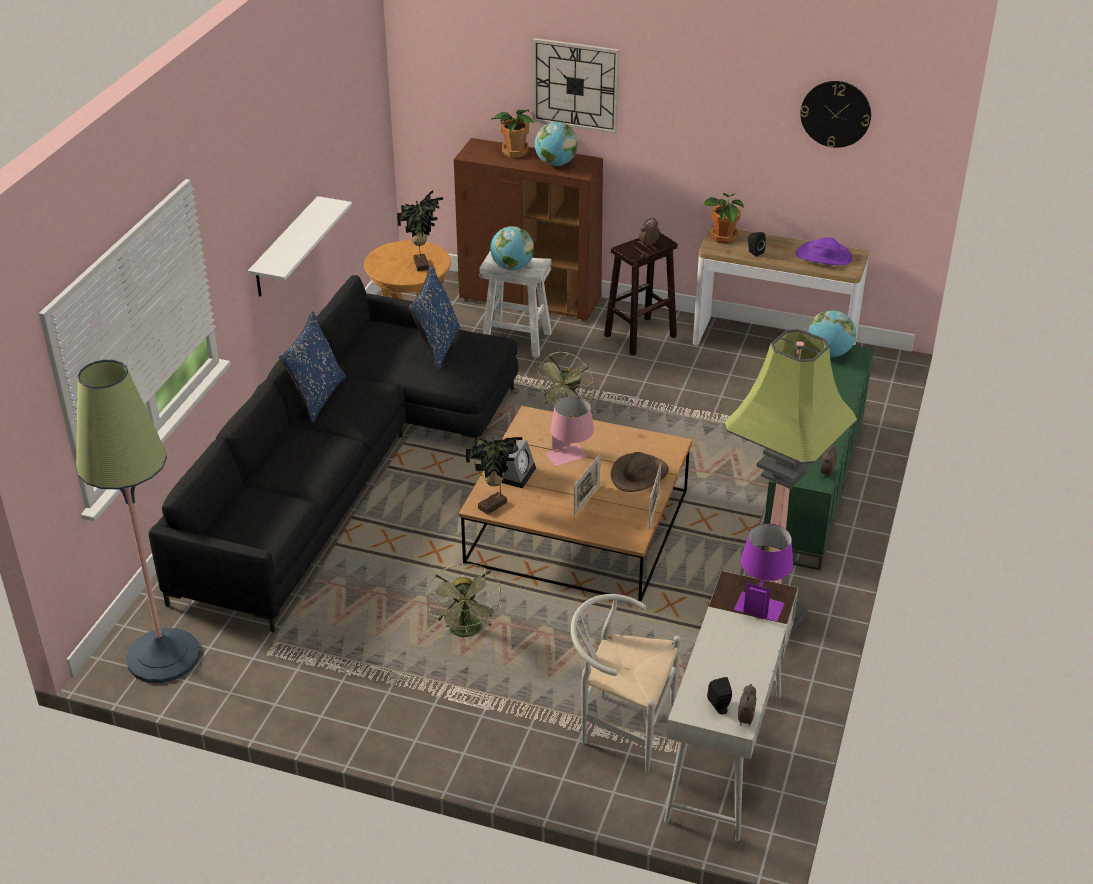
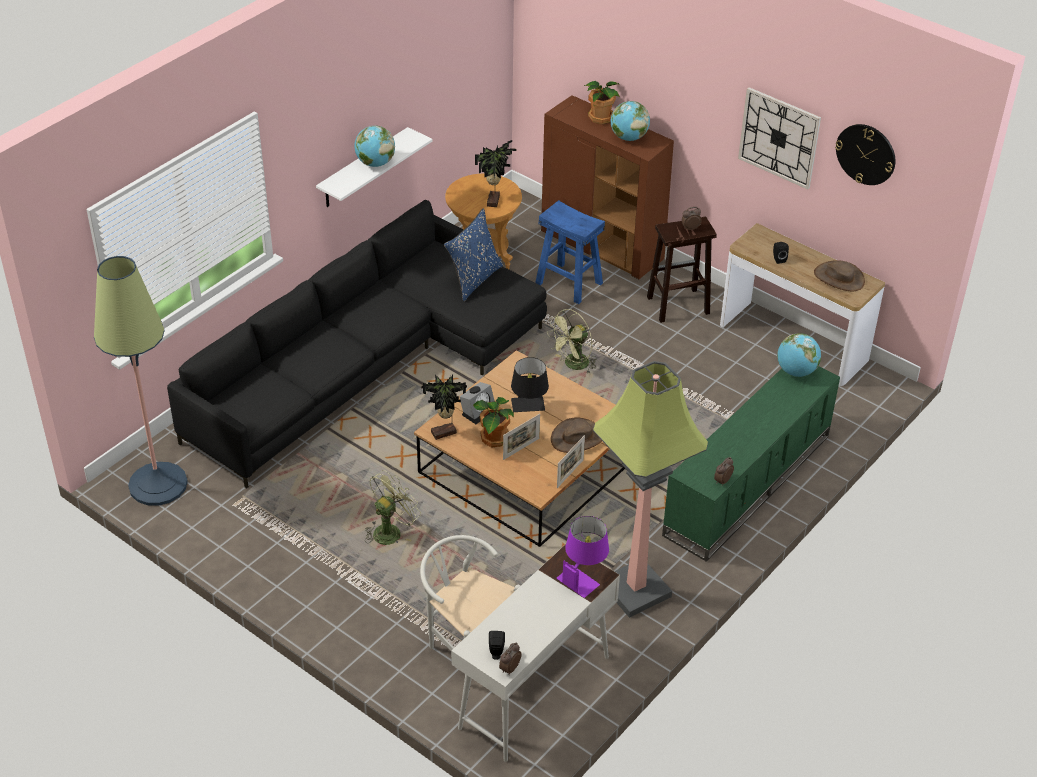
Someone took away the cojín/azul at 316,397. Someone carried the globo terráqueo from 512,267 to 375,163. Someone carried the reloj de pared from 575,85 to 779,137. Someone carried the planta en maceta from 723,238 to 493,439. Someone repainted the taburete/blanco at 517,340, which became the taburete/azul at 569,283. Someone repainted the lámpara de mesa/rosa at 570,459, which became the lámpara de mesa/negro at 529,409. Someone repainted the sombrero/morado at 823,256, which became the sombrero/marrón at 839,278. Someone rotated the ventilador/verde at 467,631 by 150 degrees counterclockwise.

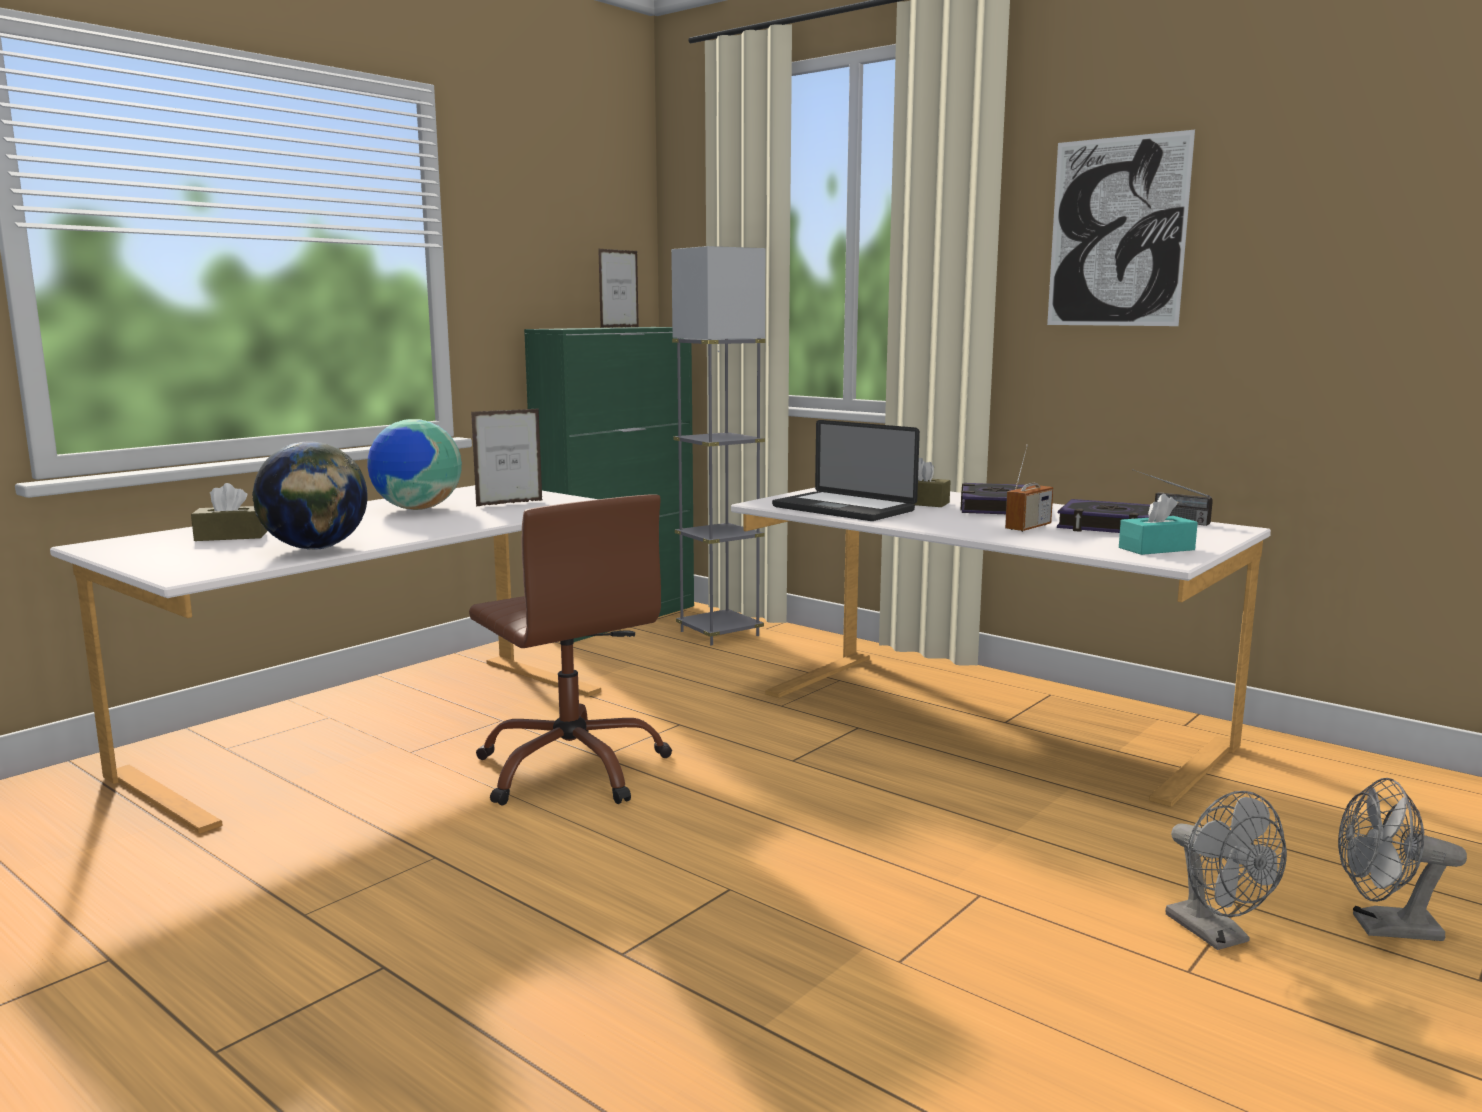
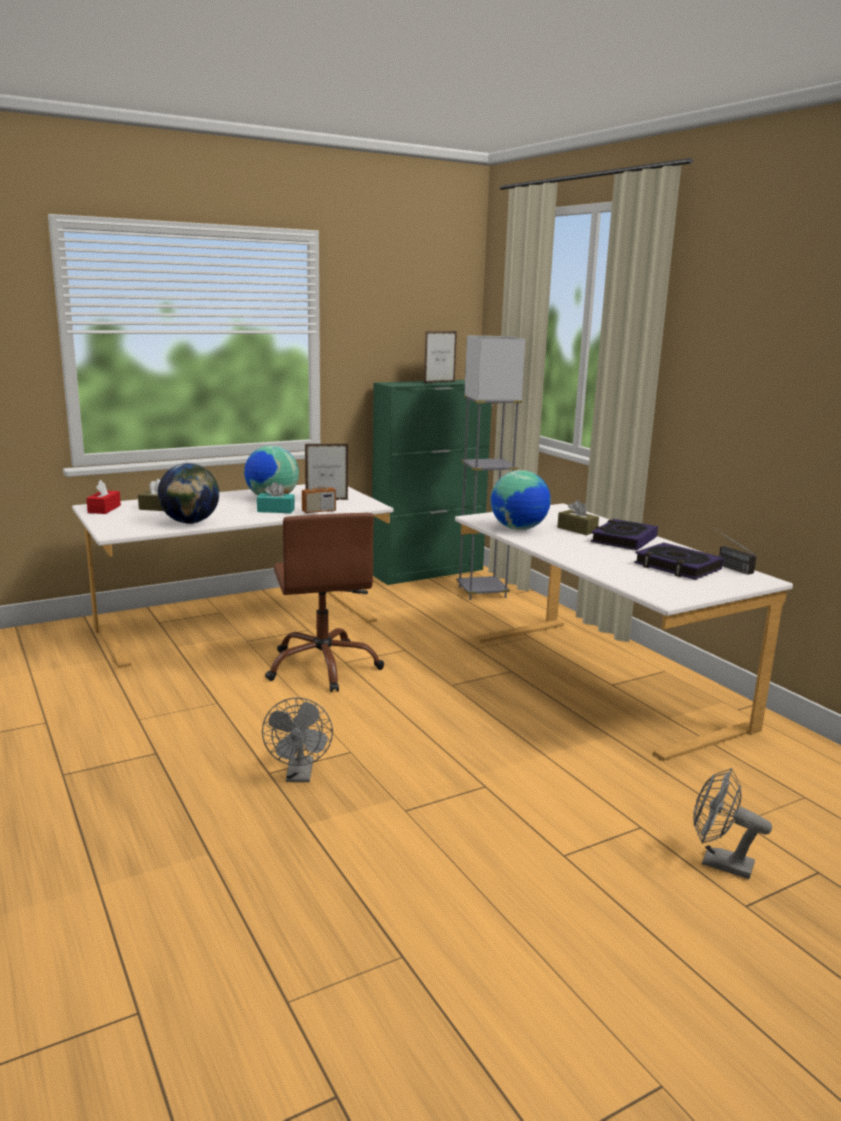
Someone took away the cuadro at 1117,232. Someone put down the caja de pañuelos/rojo at 104,509. Someone carried the radio from 1028,527 to 318,511. Someone carried the caja de pañuelos/turquesa from 1156,549 to 276,510. Someone carried the ventilador/gris from 1216,935 to 299,776. Someone swapped the portátil at 843,509 for the globo terráqueo at 519,529.

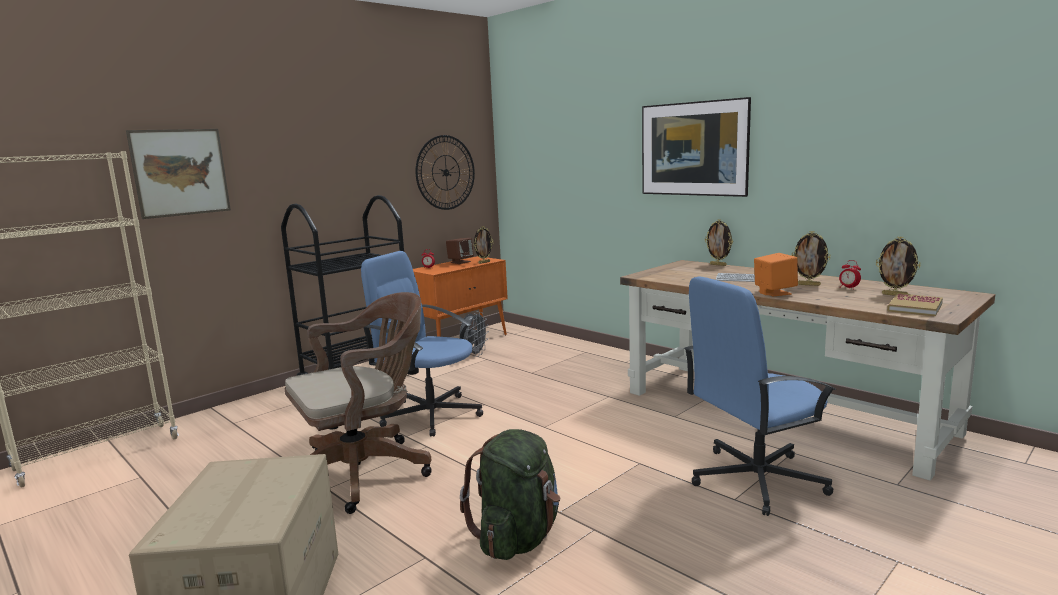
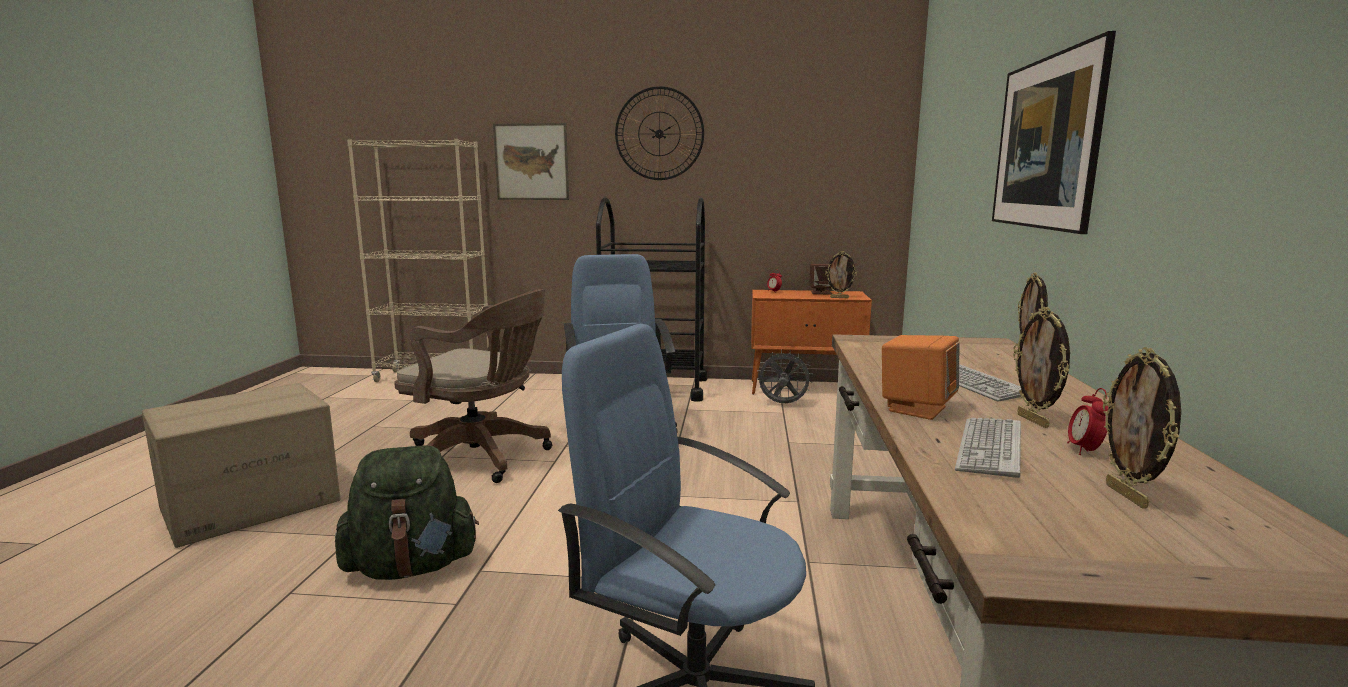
Someone took away the libro at 915,307. Someone put down the teclado at 989,448. Someone carried the reloj de pared from 445,172 to 659,134. Someone rotated the ventilador/gris at 474,355 by 150 degrees counterclockwise.

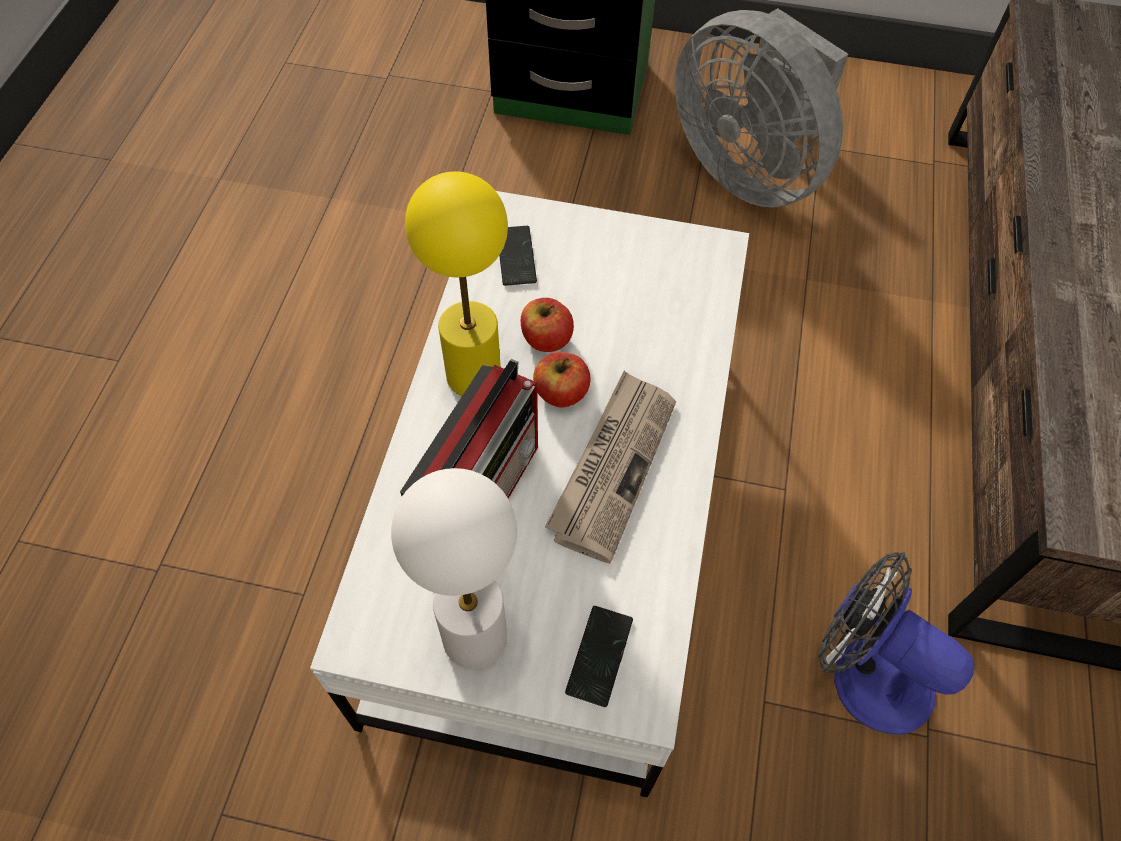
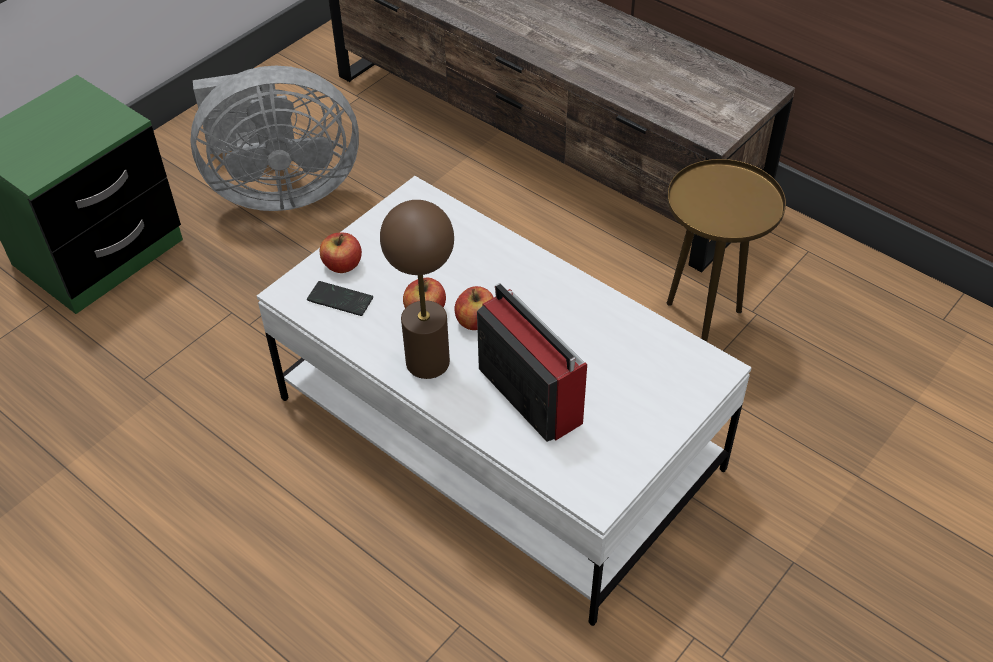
Someone took away the lámpara de mesa/blanco at 474,636. Someone took away the periódico at 612,466. Someone took away the móvil at 599,656. Someone put down the manzana at 342,265. Someone swapped the ventilador at 865,672 for the mesa auxiliar/marrón at 703,322. Someone repainted the lámpara de mesa/amarillo at 473,374, which became the lámpara de mesa/marrón at 427,361.

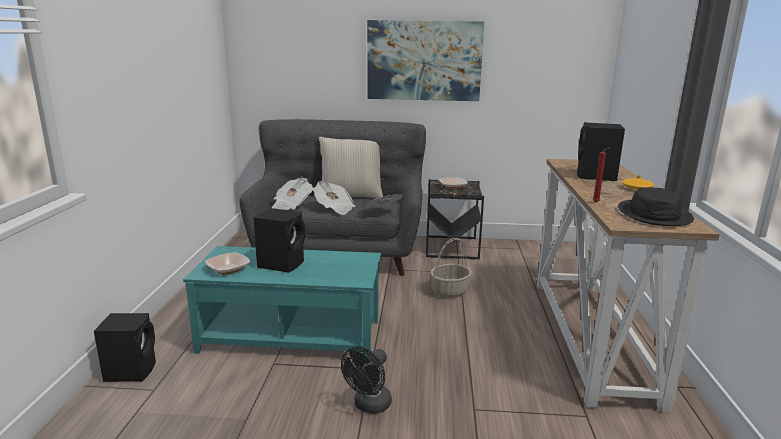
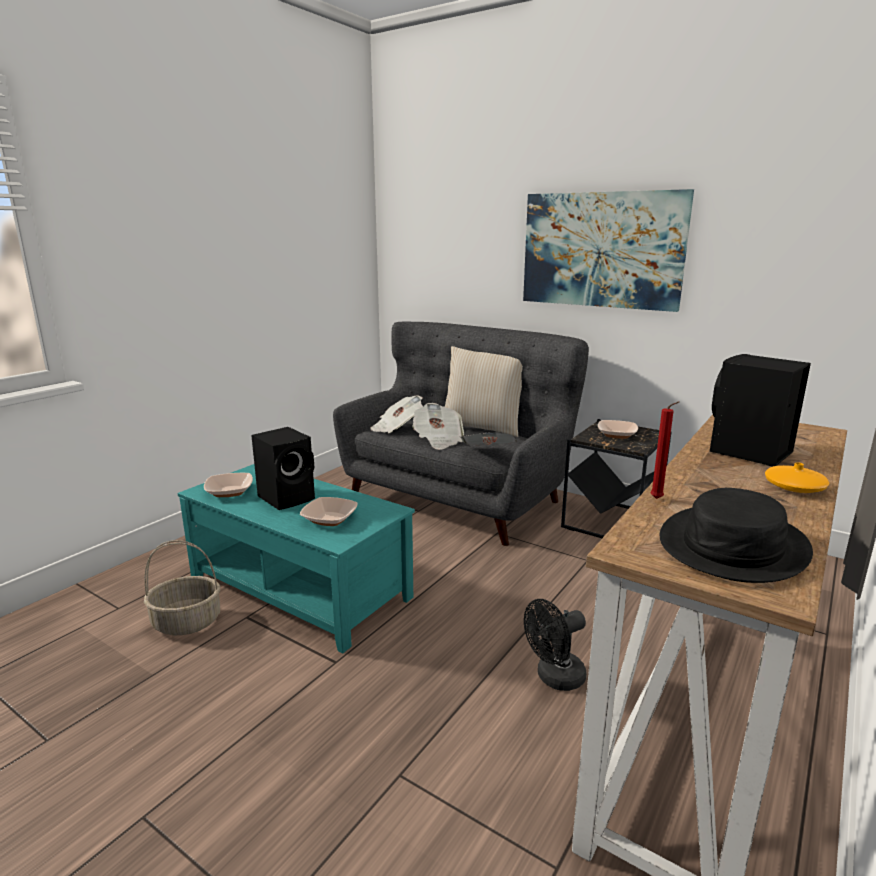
Someone took away the altavoz/negro at 131,370. Someone put down the cuenco at 329,519. Someone carried the ventilador/negro from 369,406 to 554,678. Someone carried the cesta from 450,291 to 188,621.

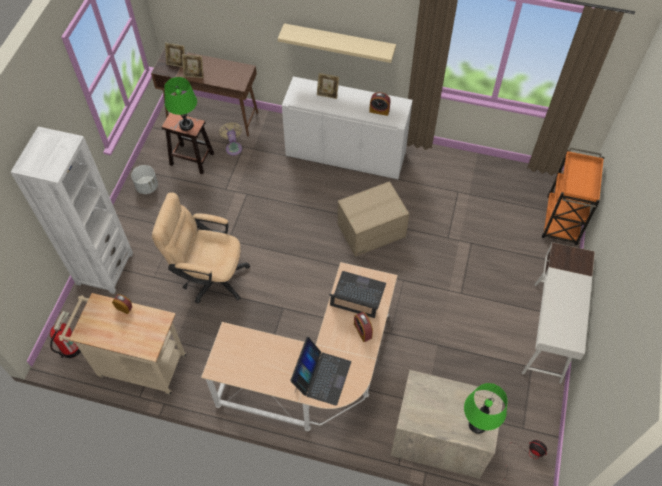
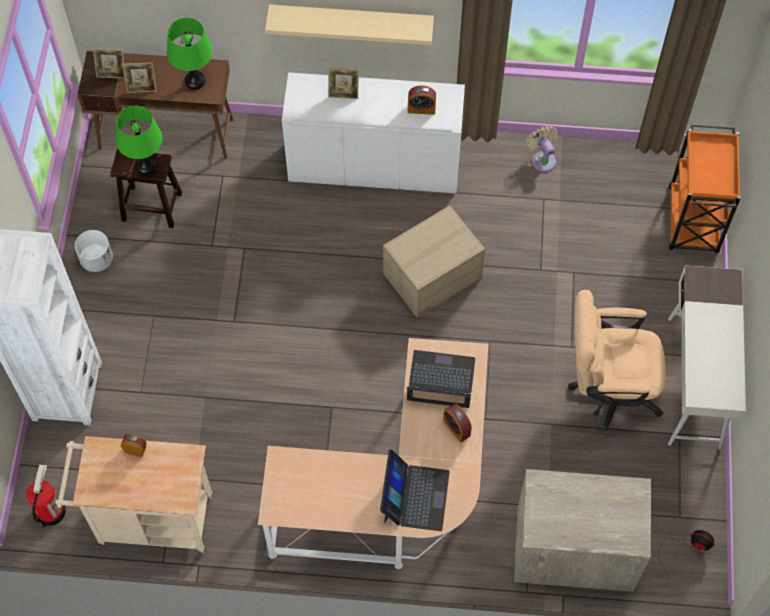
Someone carried the silla de oficina/beis from 209,276 to 607,388. Someone carried the ventilador/beis from 233,147 to 542,159. Someone carried the lámpara de mesa/verde from 477,424 to 195,81.

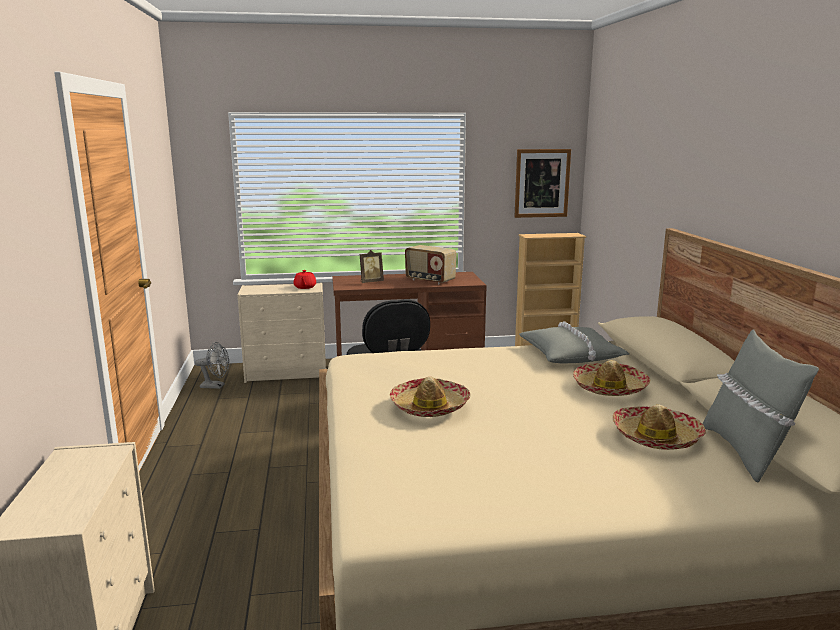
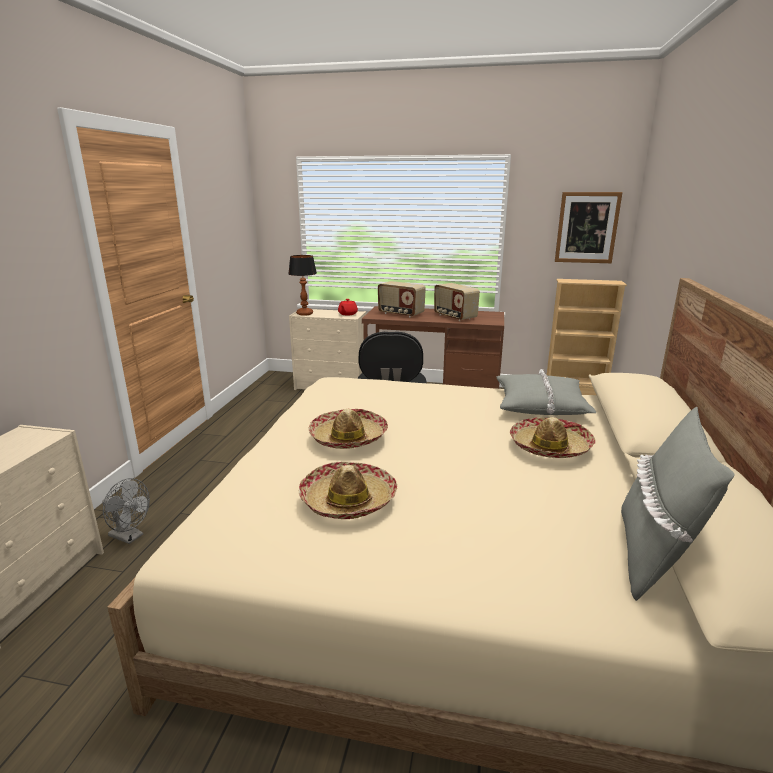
Someone put down the lámpara de mesa at 305,313. Someone carried the ventilador/gris from 216,386 to 130,537. Someone carried the sombrero from 656,437 to 348,500. Someone swapped the portarretratos at 371,282 for the radio at 400,314.

